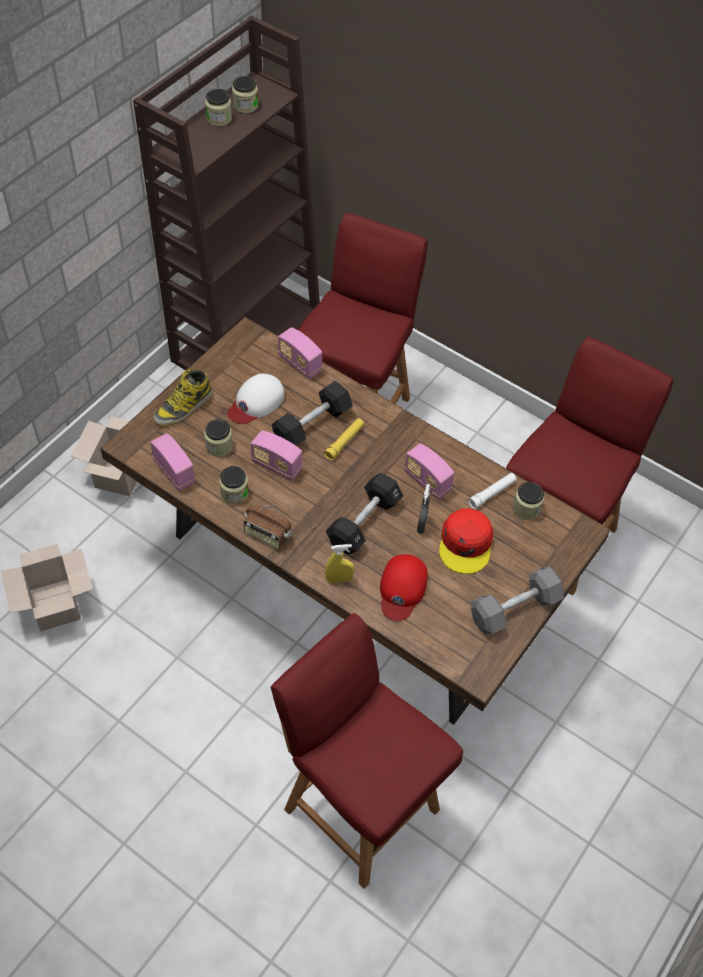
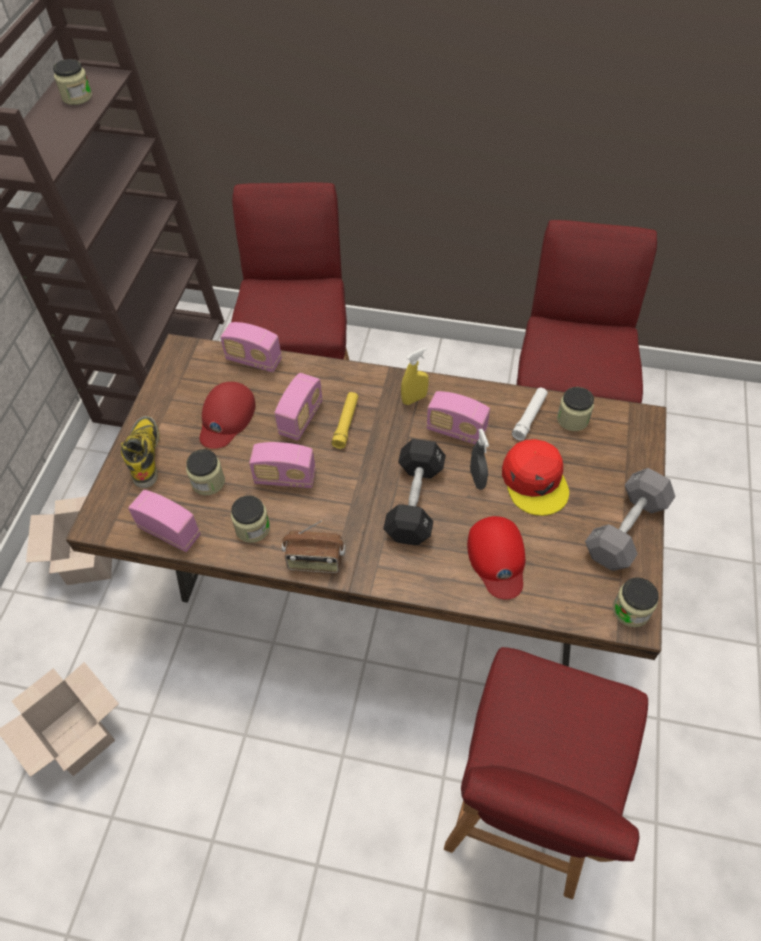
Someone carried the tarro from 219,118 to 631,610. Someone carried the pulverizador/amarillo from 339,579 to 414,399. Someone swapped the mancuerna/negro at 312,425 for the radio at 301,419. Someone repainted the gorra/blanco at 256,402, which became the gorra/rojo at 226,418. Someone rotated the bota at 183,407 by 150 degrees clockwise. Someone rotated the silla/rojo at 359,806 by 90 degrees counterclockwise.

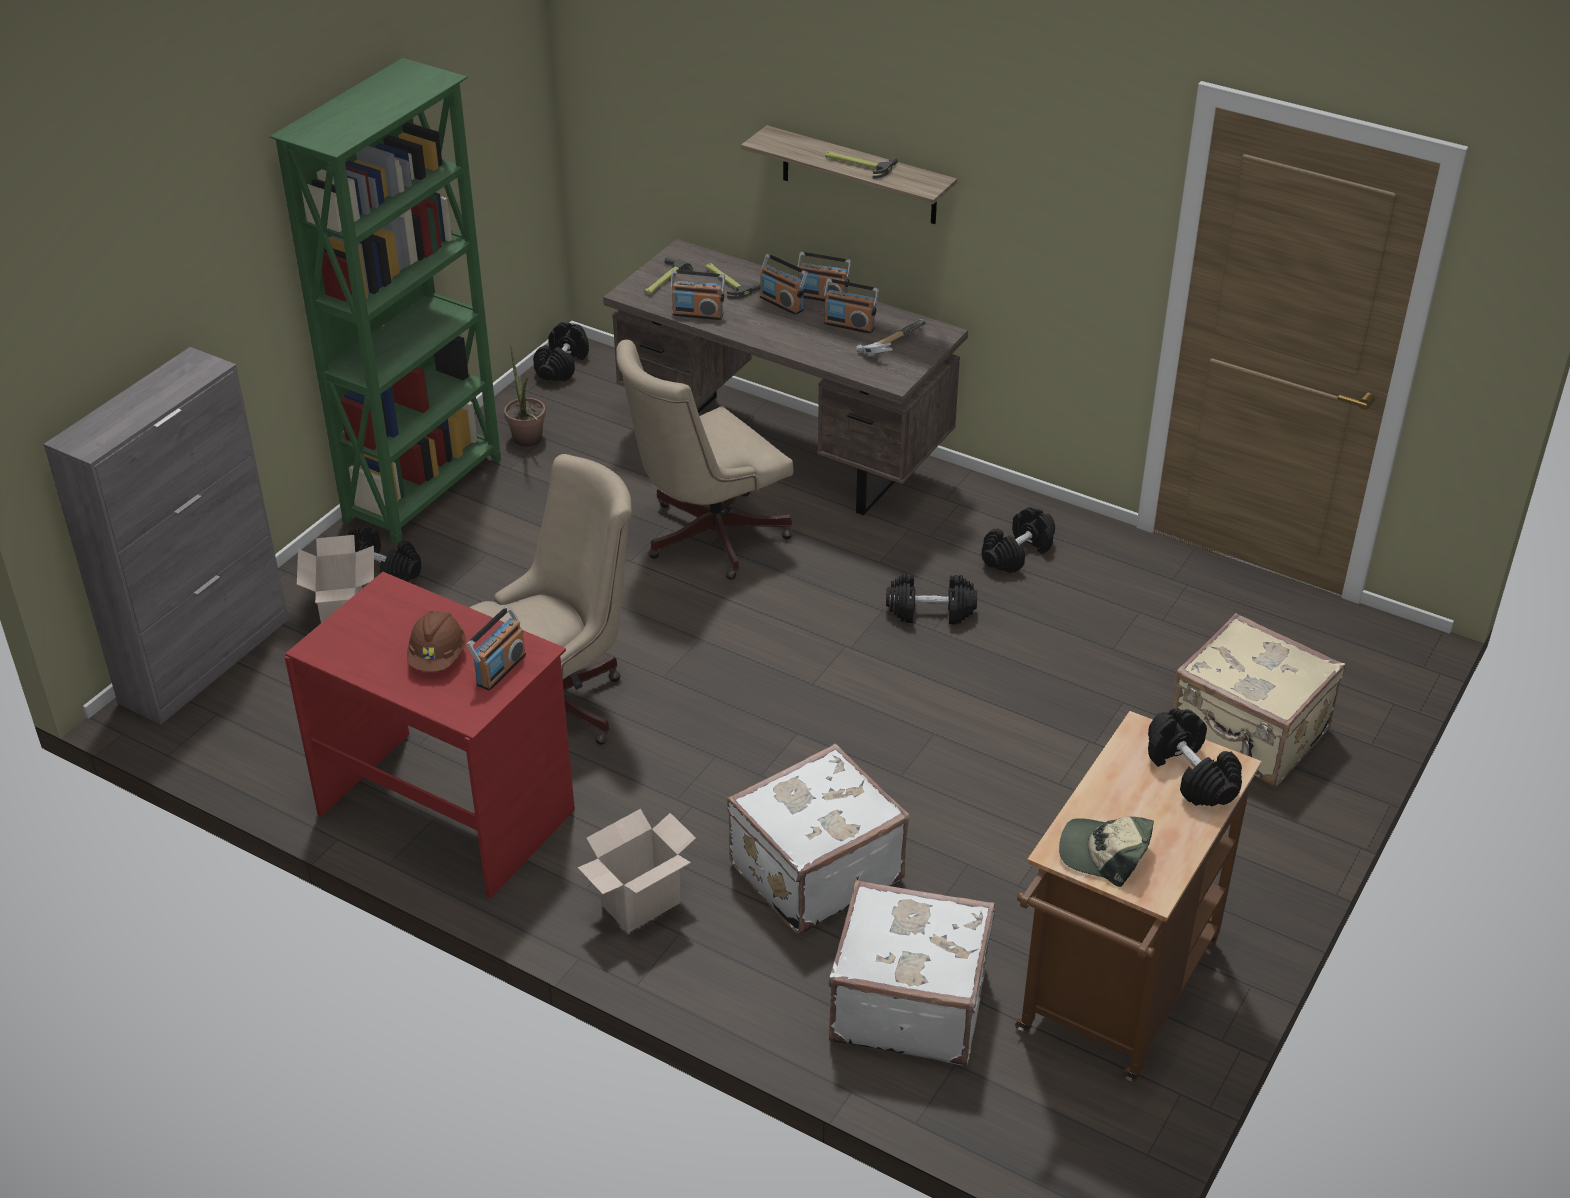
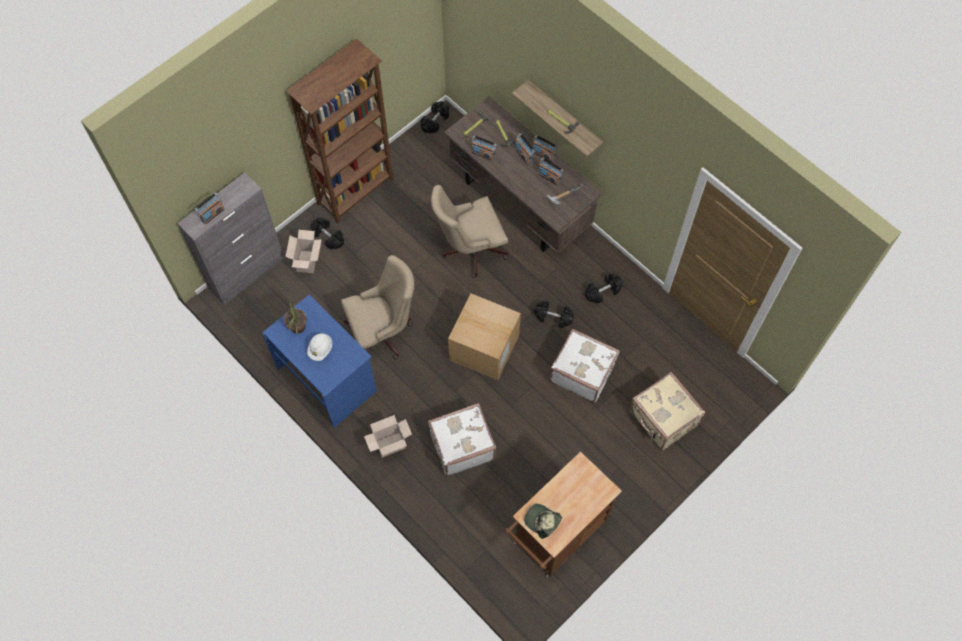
Someone took away the mancuerna/negro at 1190,774. Someone put down the caja de cartón at 484,347. Someone carried the radio from 500,669 to 212,214. Someone carried the planta en maceta from 528,442 to 297,330. Someone carried the maleta/blanco from 908,1003 to 582,372. Someone repainted the estantería/verde at 426,490, which became the estantería/marrón at 356,191. Someone repainted the escritorio/rojo at 448,810, which became the escritorio/azul at 327,379. Someone repainted the casco/marrón at 438,657, which became the casco/blanco at 320,349.

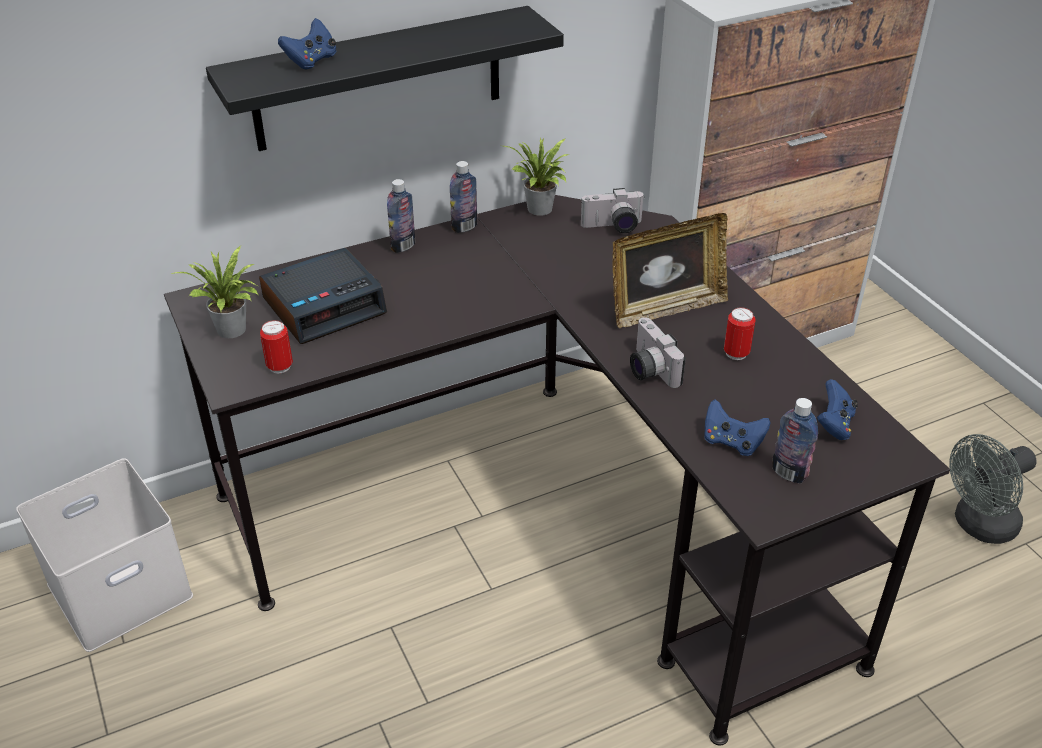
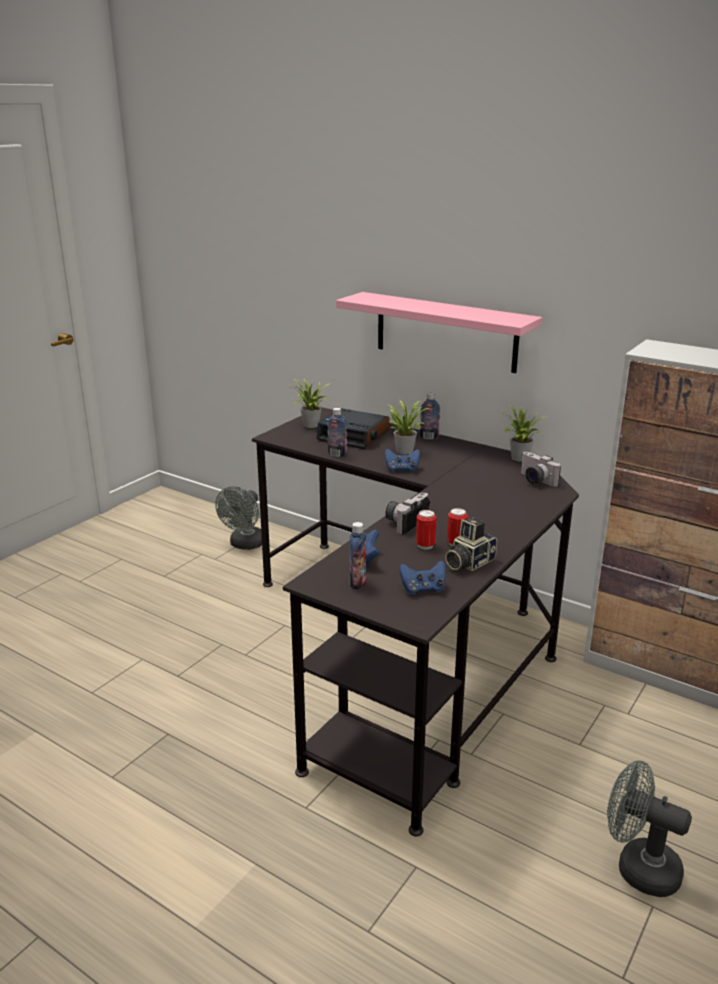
Someone took away the portarretratos at 665,308. Someone put down the planta en maceta at 404,450. Someone put down the cámara at 468,562. Someone carried the lata from 280,366 to 425,545. Someone carried the mando de consola/azul from 311,61 to 402,469. Someone carried the botella from 464,227 to 337,454. Someone swapped the caja de almacenaje/blanco at 121,587 for the ventilador/gris at 245,545. Someone repainted the estante/negro at 378,79, which became the estante/rosa at 445,332.

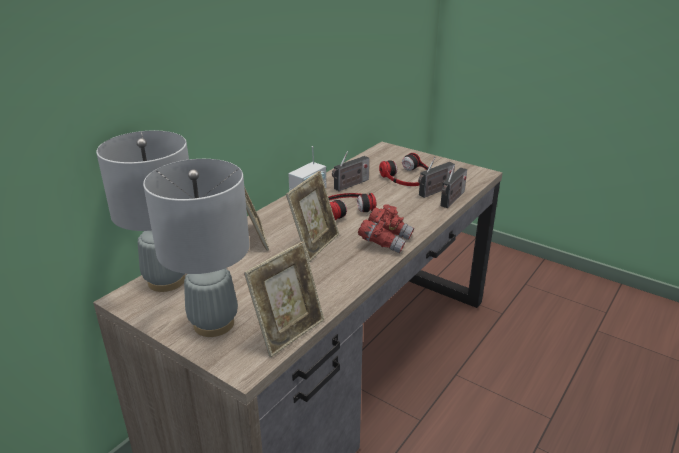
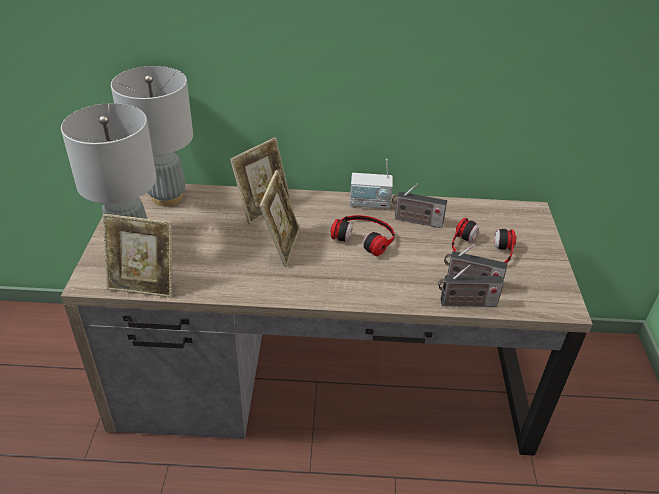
Someone took away the prismáticos/rojo at 385,241. Someone rotated the portarretratos at 315,245 by 75 degrees counterclockwise.

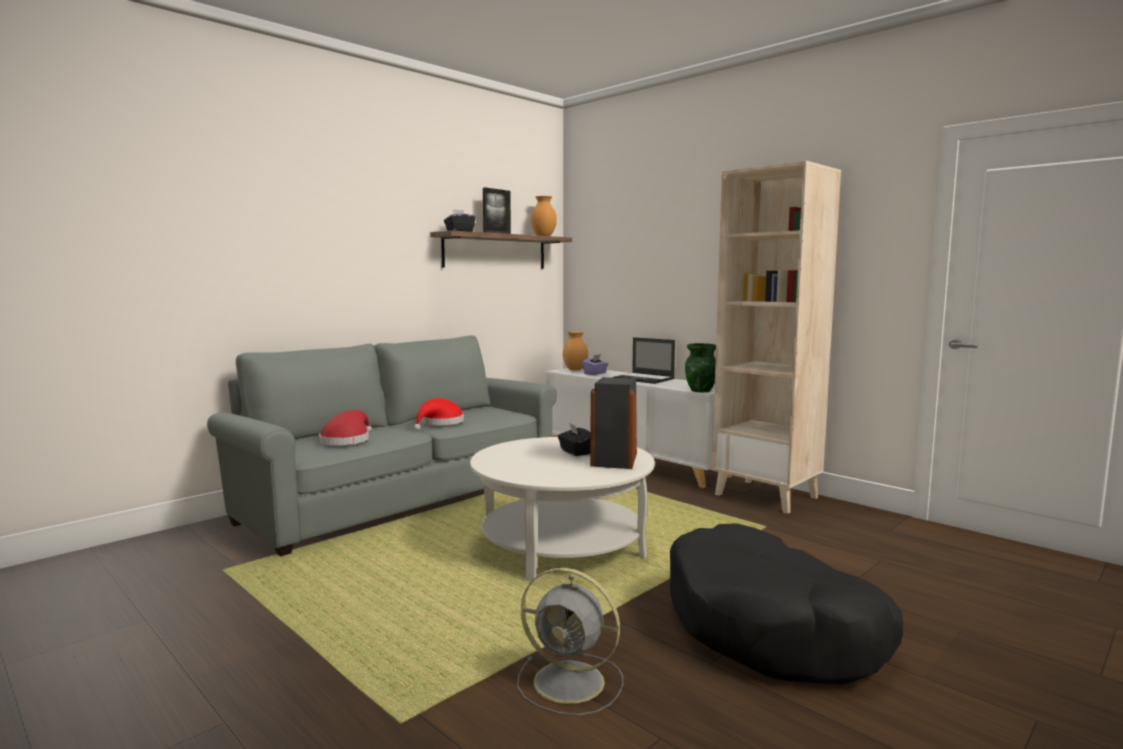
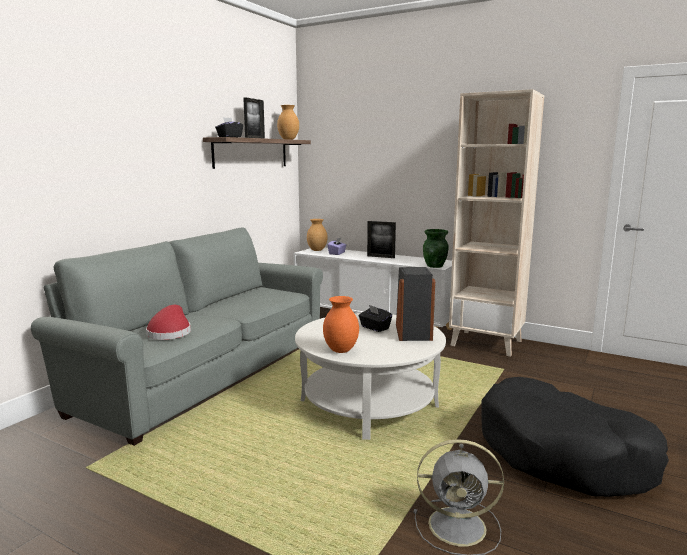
Someone took away the sombrero/rojo at 440,423. Someone put down the florero/naranja at 340,350. Someone swapped the portátil at 644,379 for the portarretratos at 381,257.

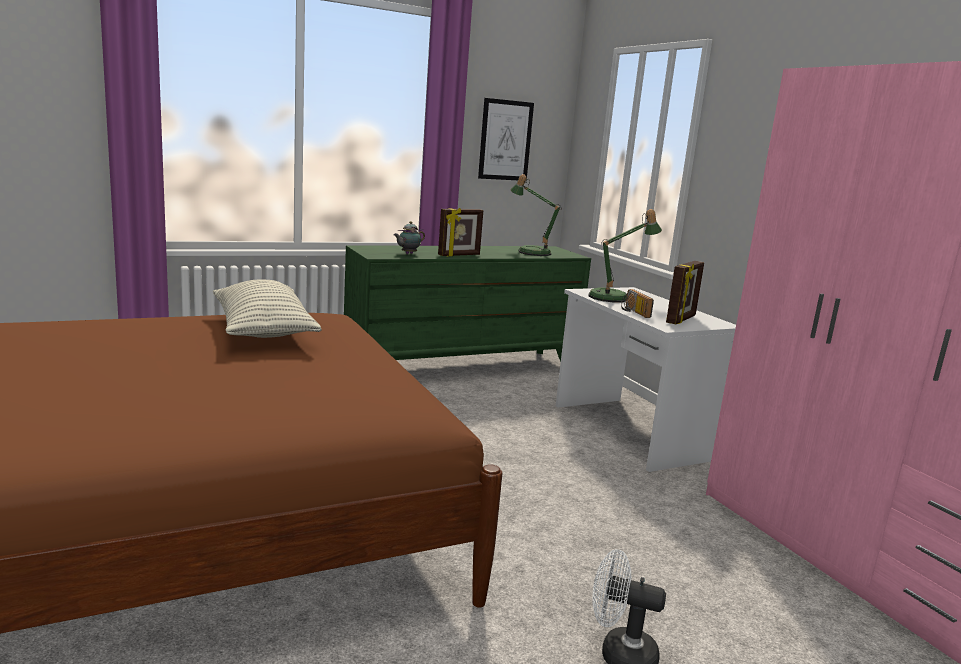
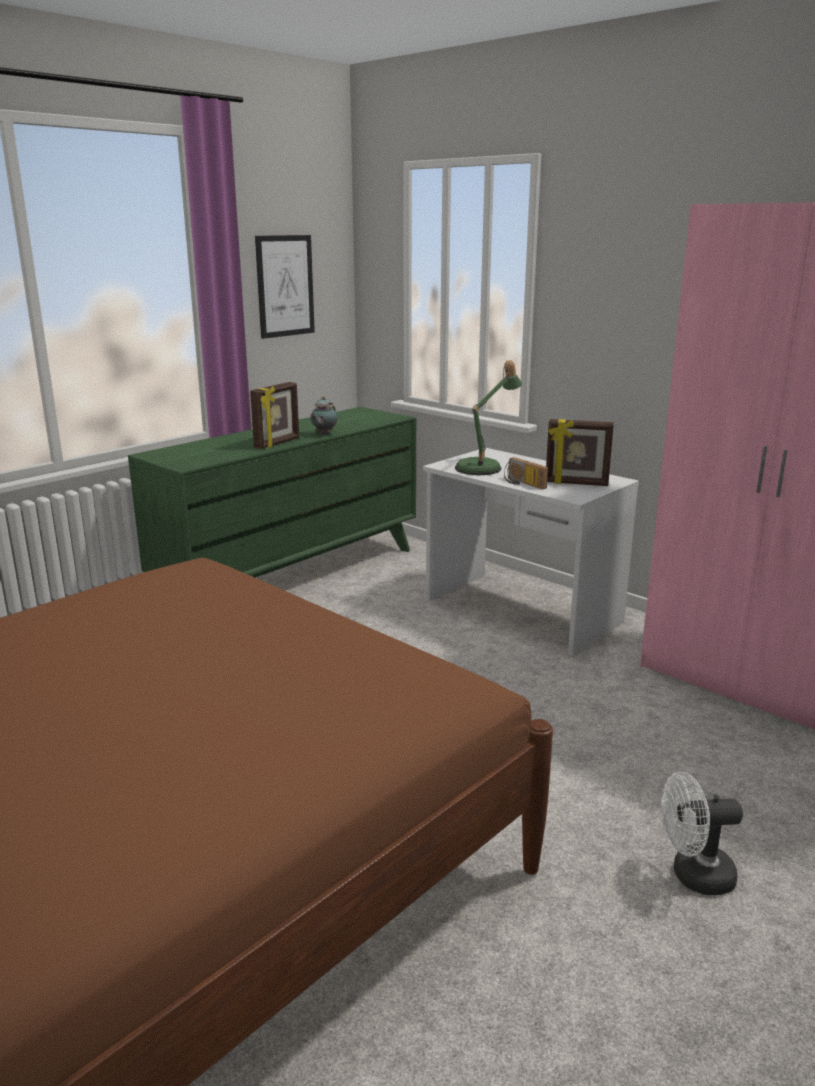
Someone took away the cojín at 263,331. Someone took away the lámpara de mesa at 530,252. Someone carried the tetera from 408,254 to 323,434. Someone rotated the portarretratos at 681,320 by 90 degrees clockwise.

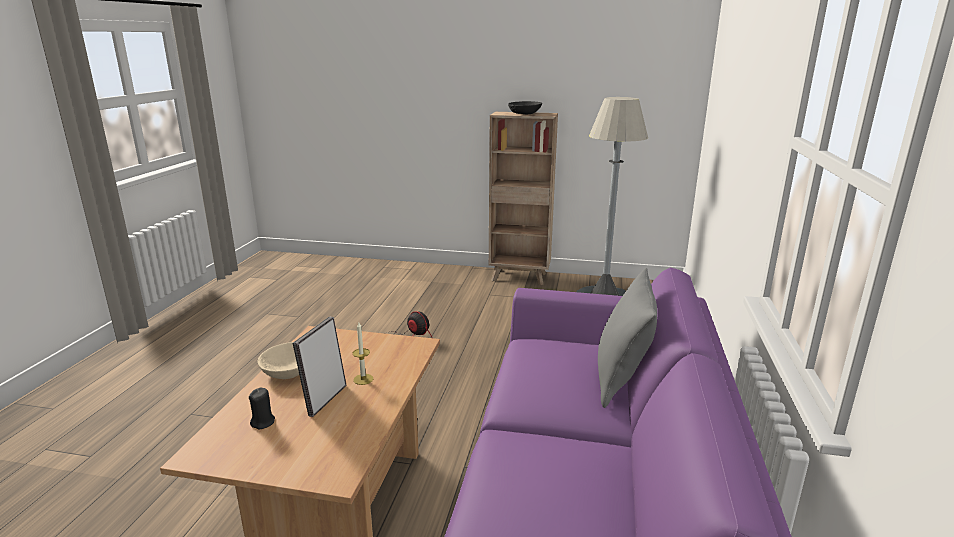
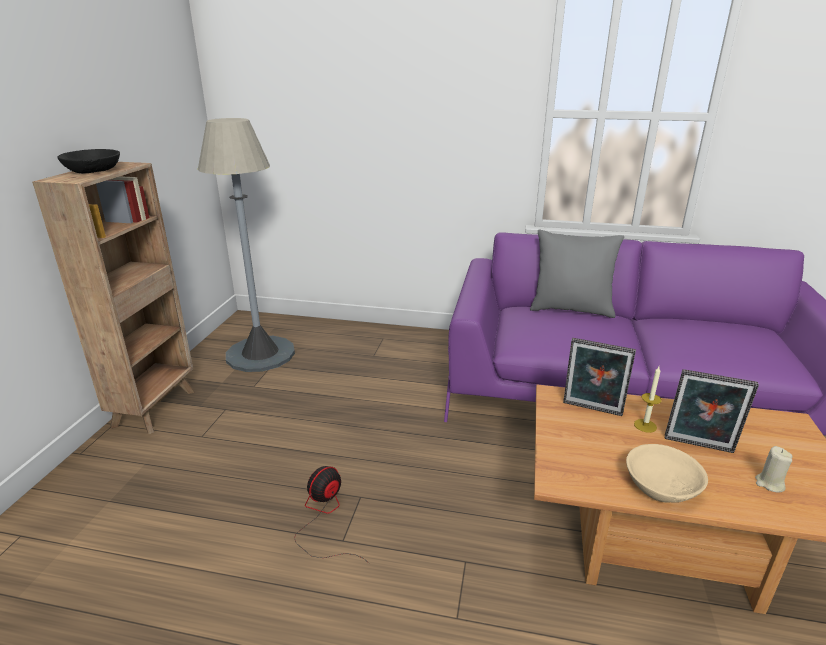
Someone put down the portarretratos at 592,410. Someone repainted the vela/negro at 263,422, which became the vela/beis at 769,484.

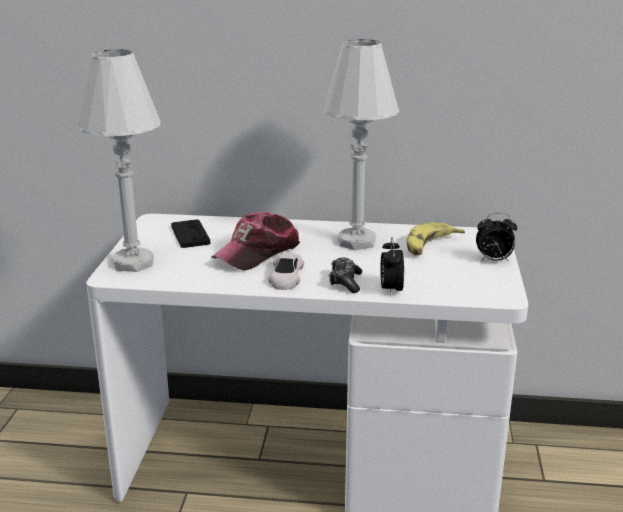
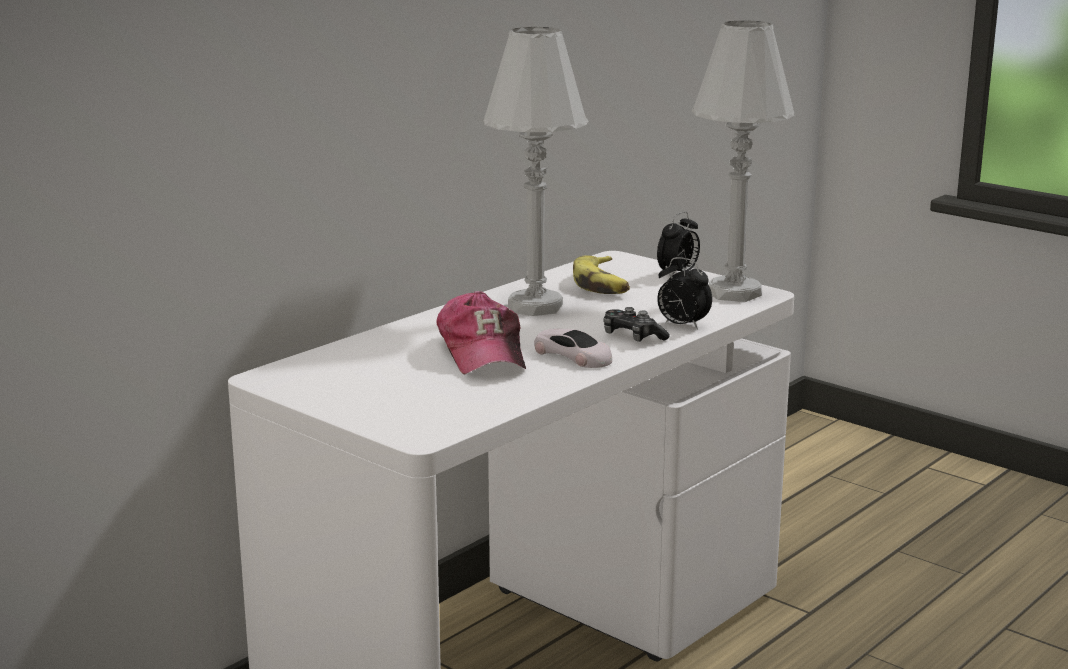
Someone took away the mando de consola/negro at 190,235. Someone carried the lámpara de mesa/blanco from 133,263 to 734,293.

